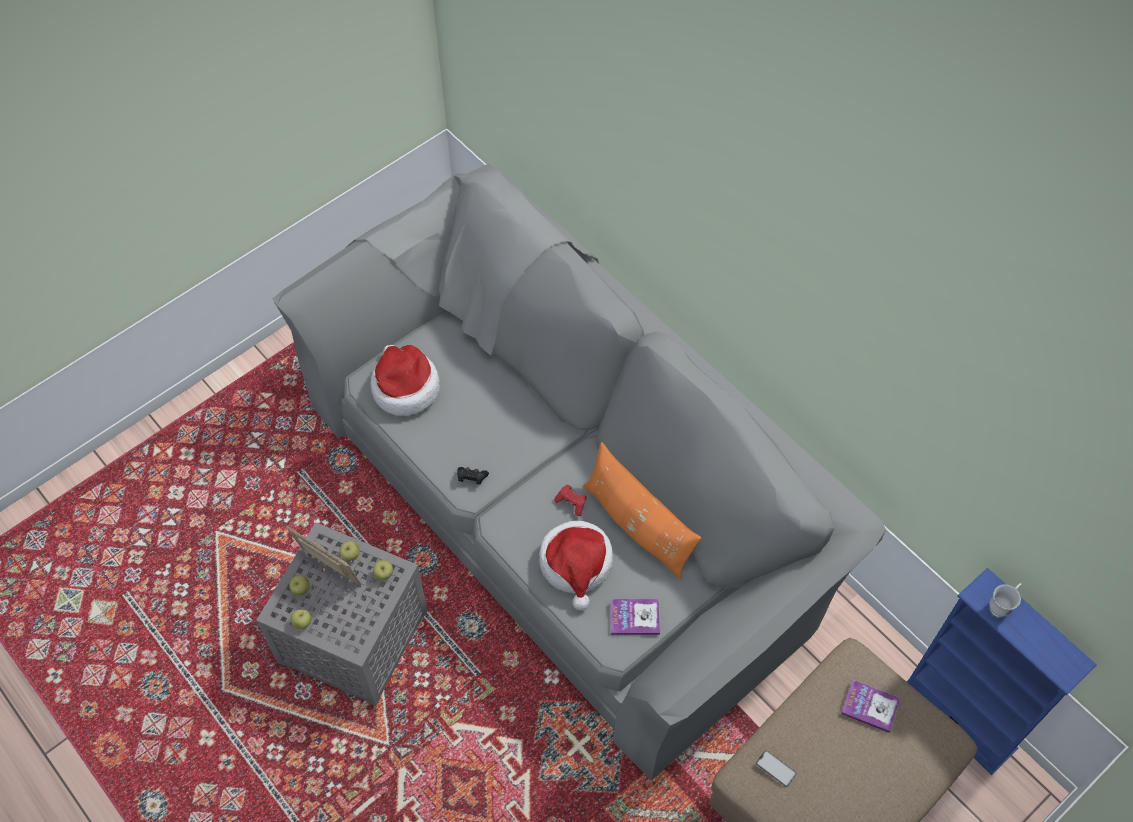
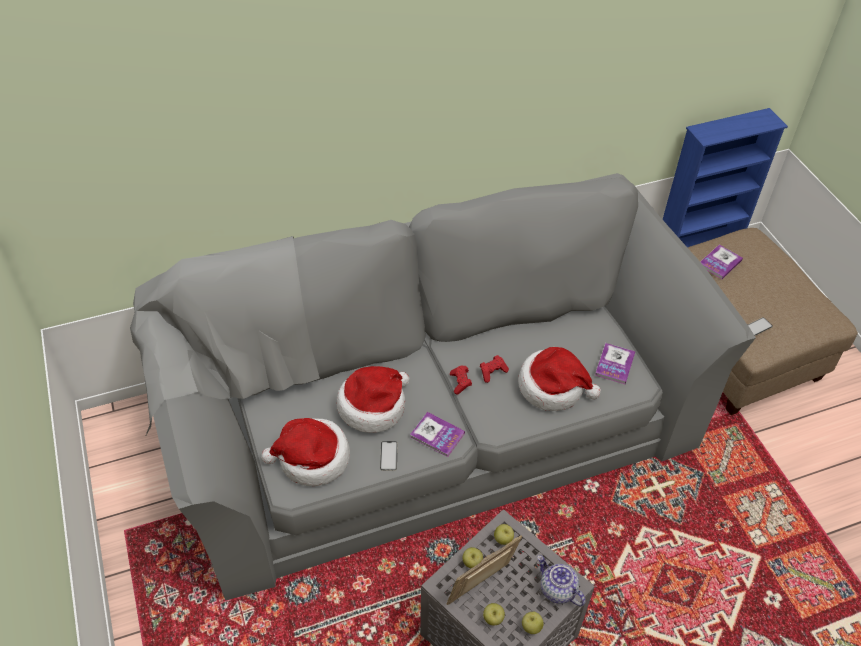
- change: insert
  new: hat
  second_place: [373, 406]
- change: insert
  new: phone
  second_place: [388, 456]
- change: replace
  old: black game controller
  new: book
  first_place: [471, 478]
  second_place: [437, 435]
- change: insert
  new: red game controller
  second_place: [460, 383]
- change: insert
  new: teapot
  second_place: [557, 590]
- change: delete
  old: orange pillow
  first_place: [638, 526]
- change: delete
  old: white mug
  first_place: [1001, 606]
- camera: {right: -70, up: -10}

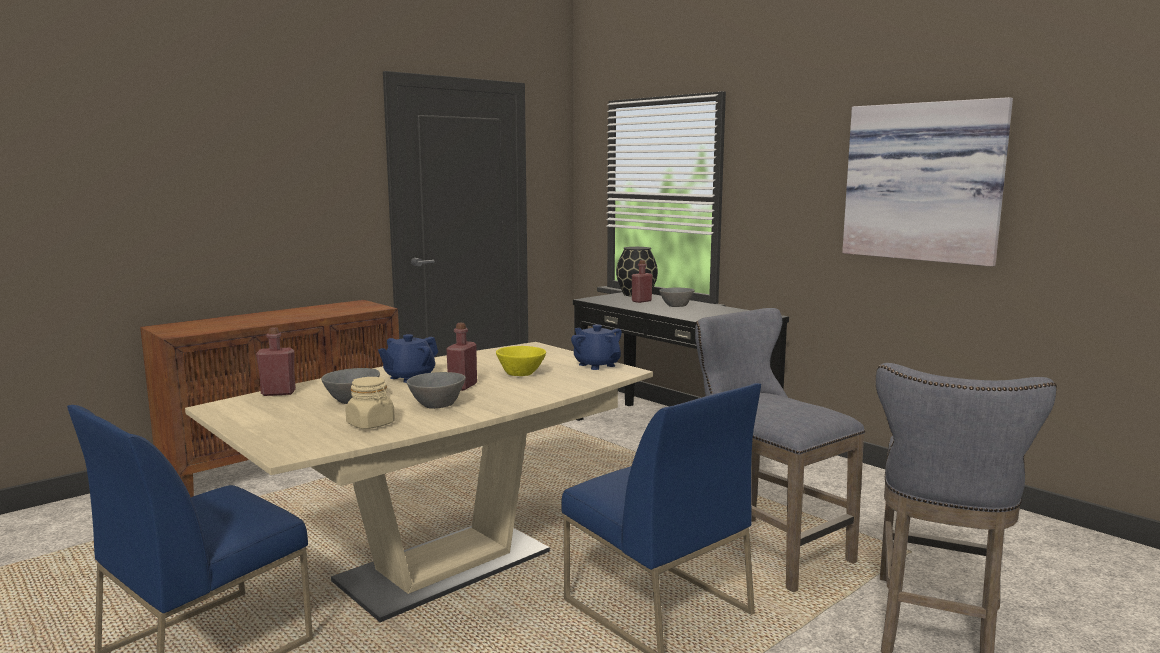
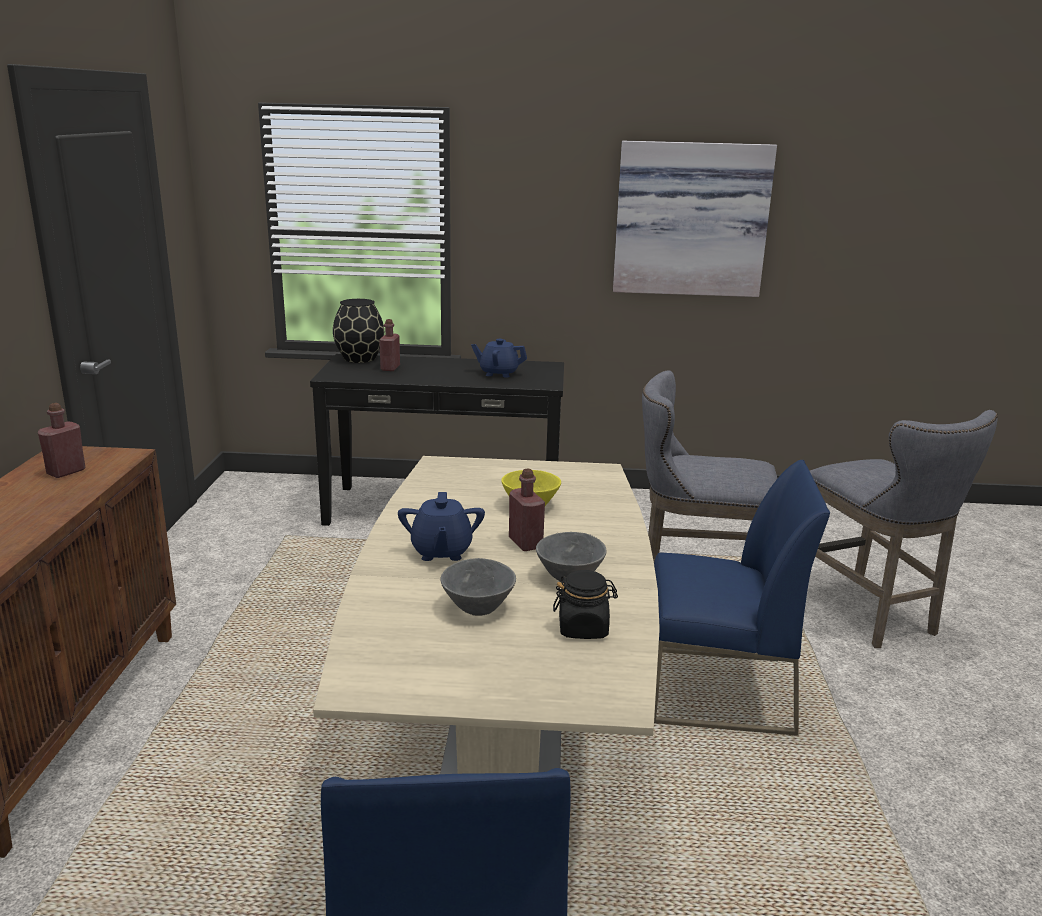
- change: move
  old: red bottle
  first_place: [278, 393]
  second_place: [66, 472]
- change: move
  old: blue teapot
  first_place: [596, 365]
  second_place: [498, 373]
- change: recolor
  old: beige jar
  new: black jar
  first_place: [371, 424]
  second_place: [583, 628]
- change: delete
  old: grey bowl
  first_place: [676, 305]
- camera: {right: -45, up: 10}

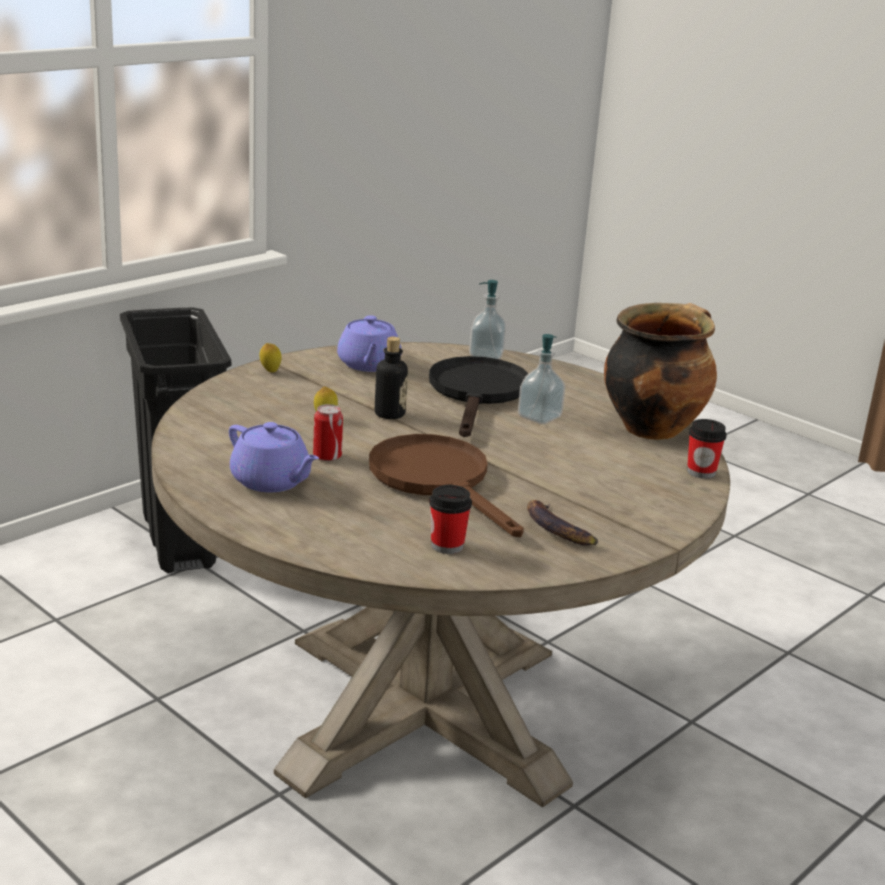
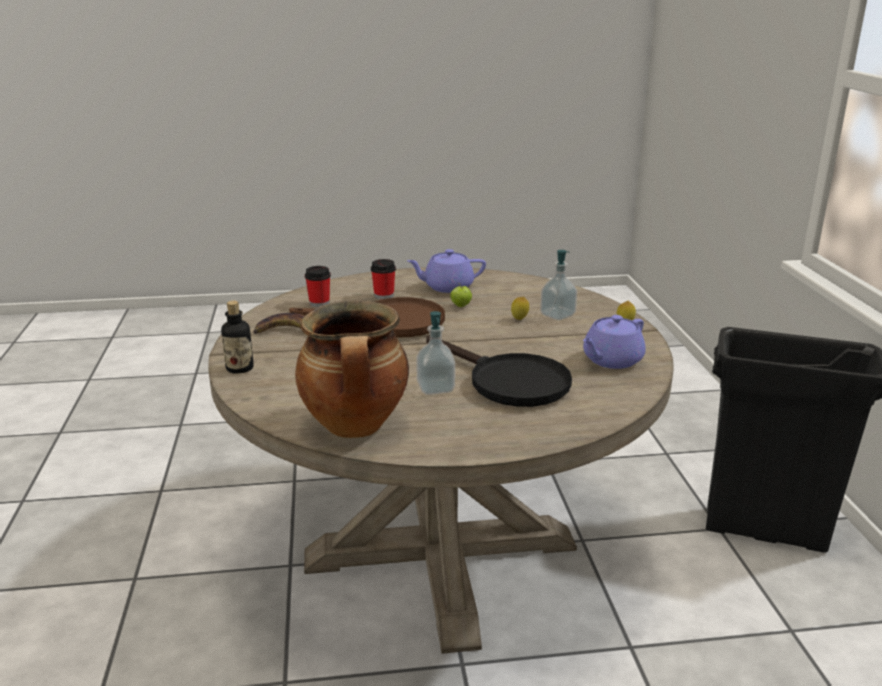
- change: move
  old: bottle
  first_place: [389, 414]
  second_place: [239, 368]
- change: move
  old: cup
  first_place: [701, 472]
  second_place: [384, 295]
- change: replace
  old: can
  new: apple
  first_place: [327, 456]
  second_place: [461, 306]
- change: move
  old: soap dispenser
  first_place: [486, 355]
  second_place: [557, 315]
- change: rotate
  old: purple teapot
  first_place: [368, 365]
  second_place: [611, 360]
  degrees: -75
- camera: {right: 130, up: 0}

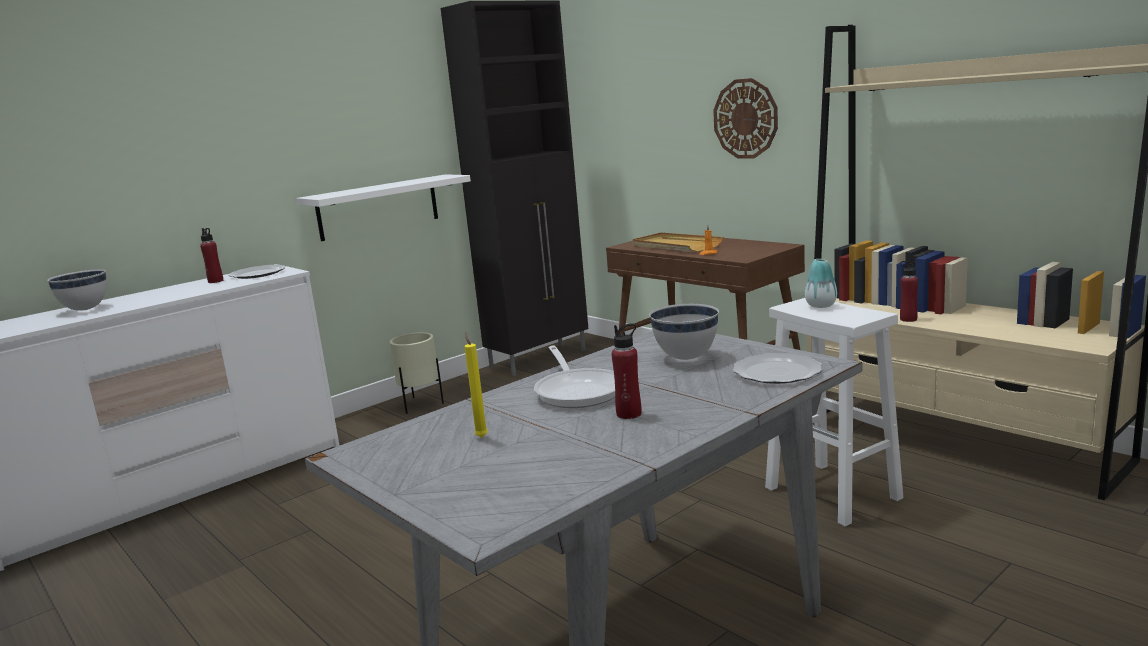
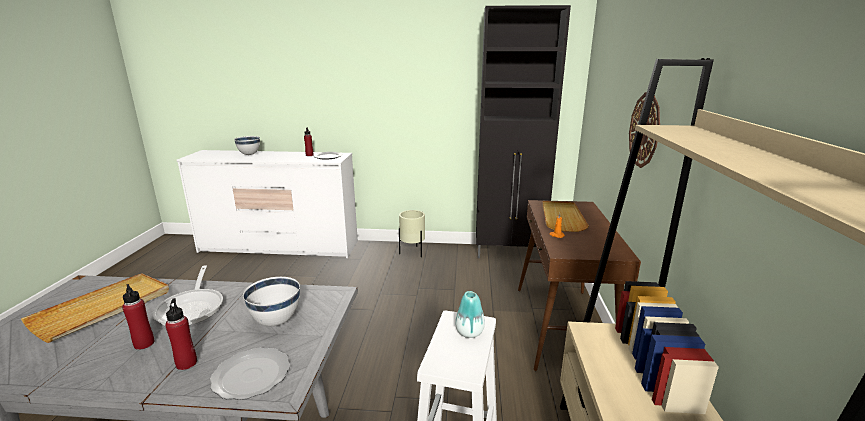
- change: replace
  old: yellow candle
  new: beige tray
  first_place: [481, 436]
  second_place: [103, 309]
- change: rotate
  old: frying pan
  first_place: [578, 391]
  second_place: [192, 308]
  degrees: -45
- change: move
  old: red bottle
  first_place: [908, 319]
  second_place: [186, 363]
- change: delete
  old: white shelf
  first_place: [378, 207]
- camera: {right: 45, up: 5}

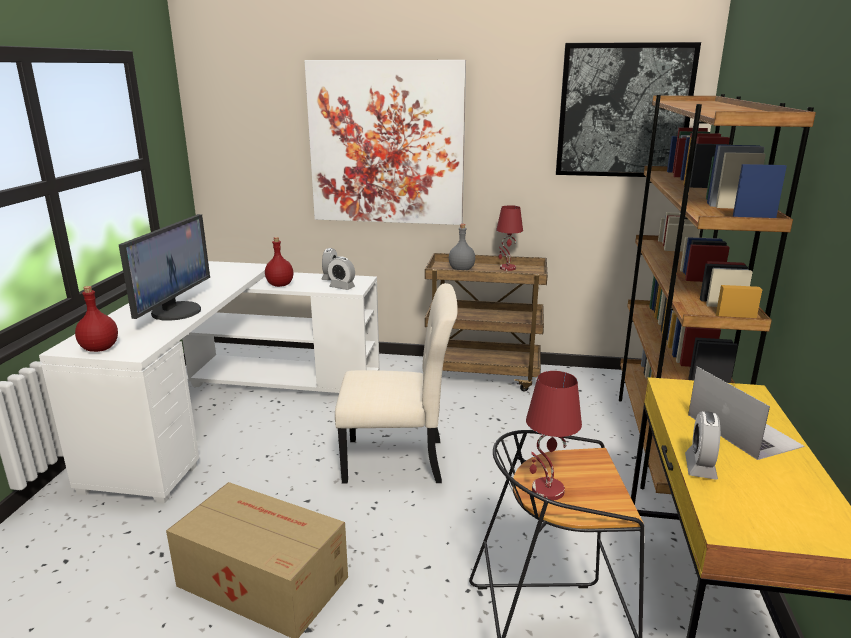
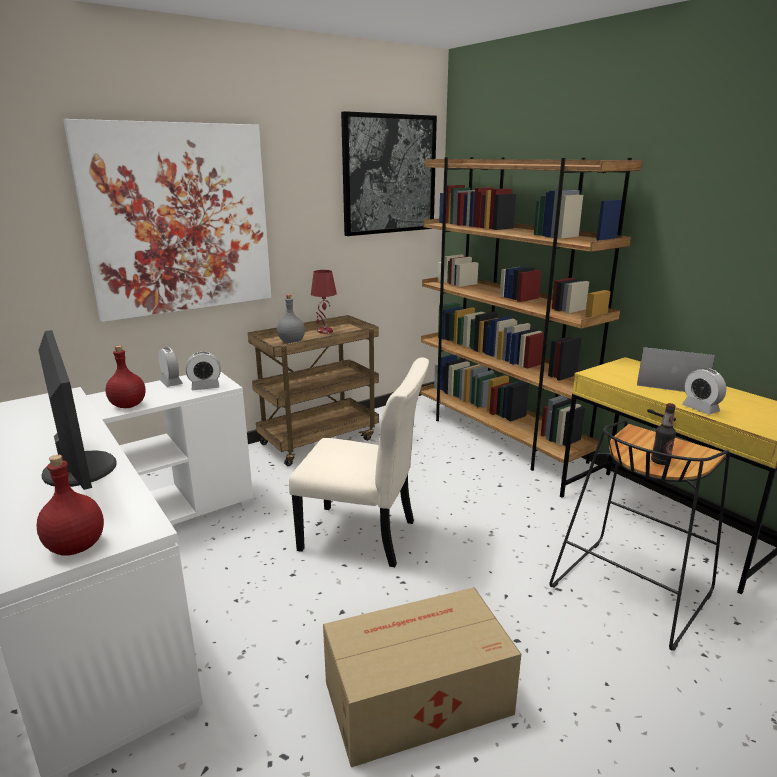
- change: rotate
  old: beige chair
  first_place: [399, 461]
  second_place: [362, 536]
  degrees: 60
- change: replace
  old: red table lamp
  new: bottle
  first_place: [547, 490]
  second_place: [660, 461]
- camera: {right: -45, up: 0}

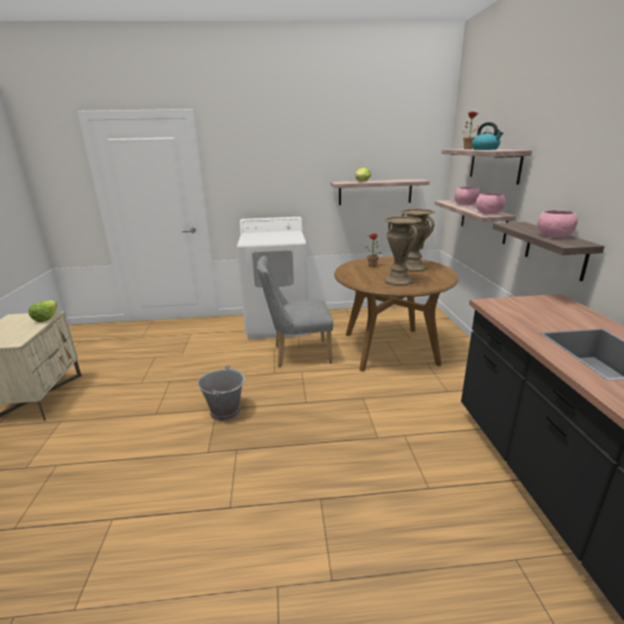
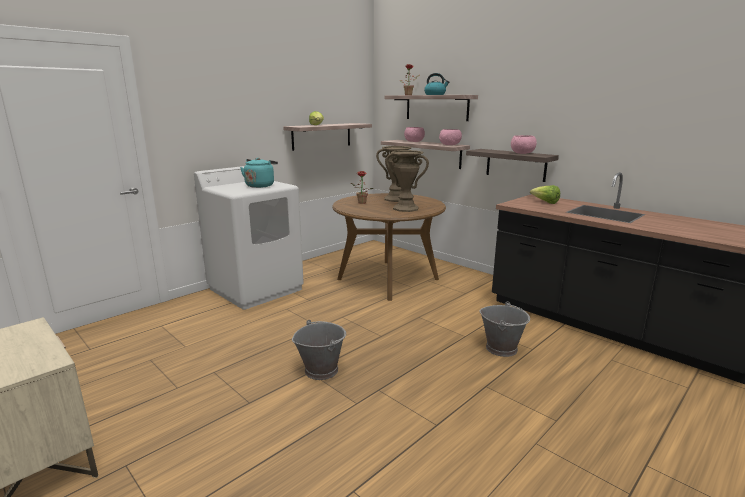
- change: insert
  new: turquoise kettle
  second_place: [260, 185]
- change: insert
  new: grey bucket
  second_place: [501, 348]
- change: move
  old: lettuce
  first_place: [47, 318]
  second_place: [545, 202]
- change: delete
  old: grey chair
  first_place: [297, 354]
- camera: {right: -40, up: -5}

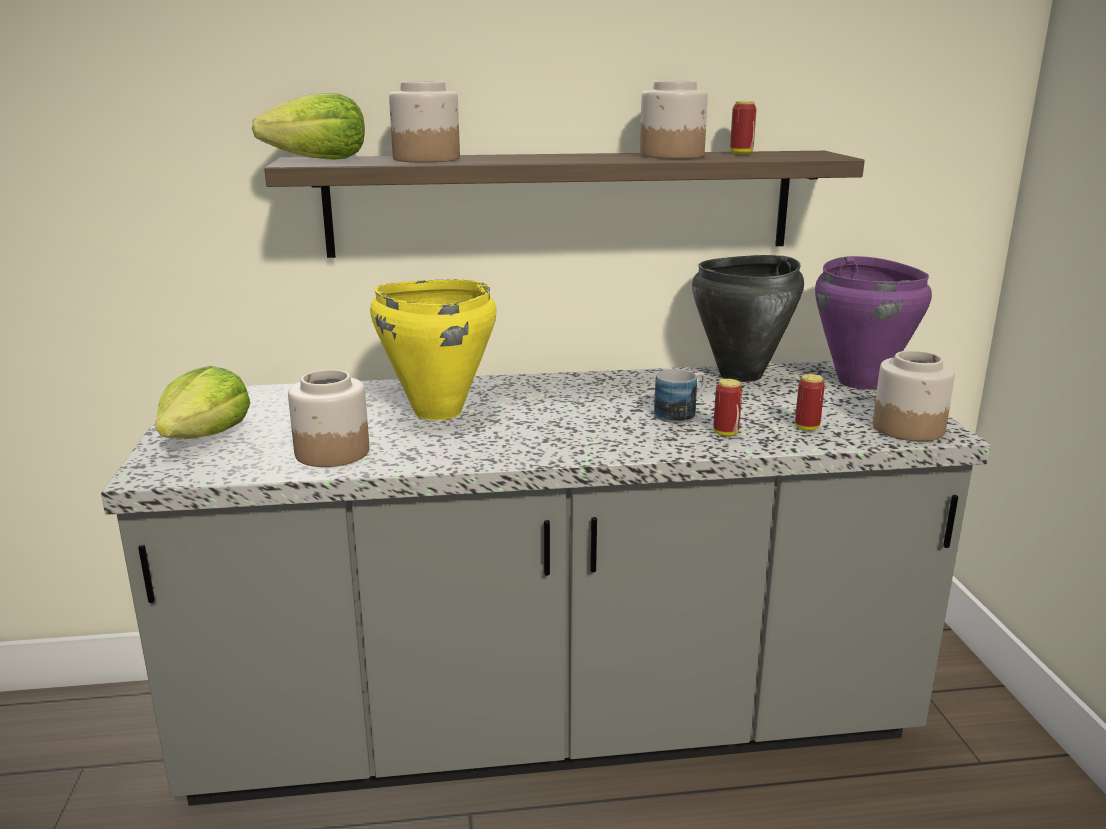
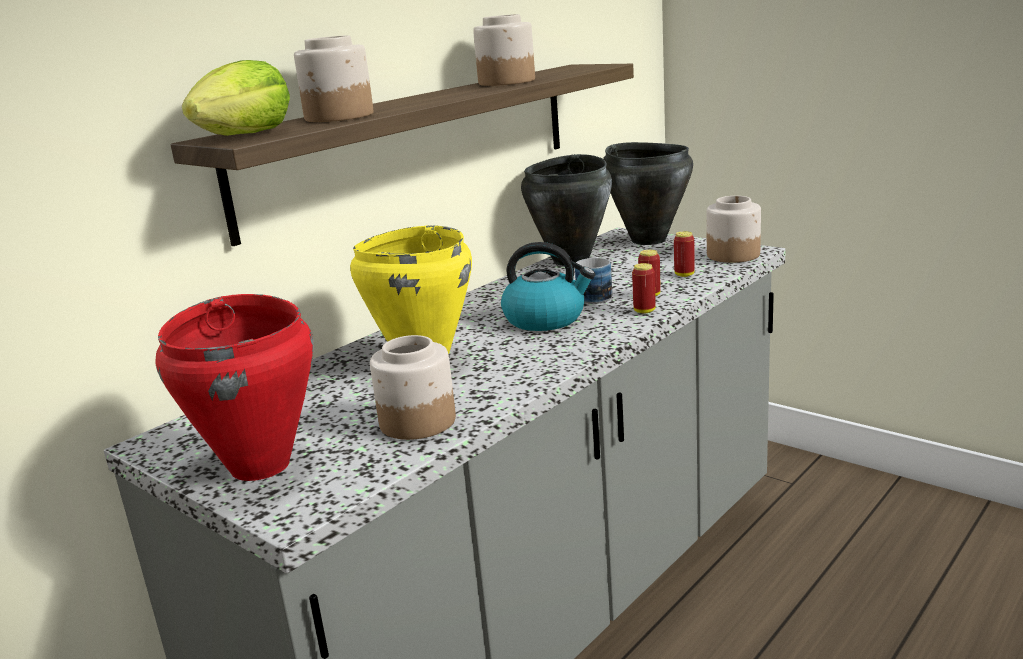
- change: replace
  old: lettuce
  new: red cooking pot
  first_place: [206, 436]
  second_place: [261, 465]
- change: insert
  new: kettle
  second_place: [546, 319]
- change: recolor
  old: purple cooking pot
  new: black cooking pot
  first_place: [861, 382]
  second_place: [648, 240]
- change: move
  old: can
  first_place: [741, 153]
  second_place: [644, 311]
- camera: {right: -40, up: 0}

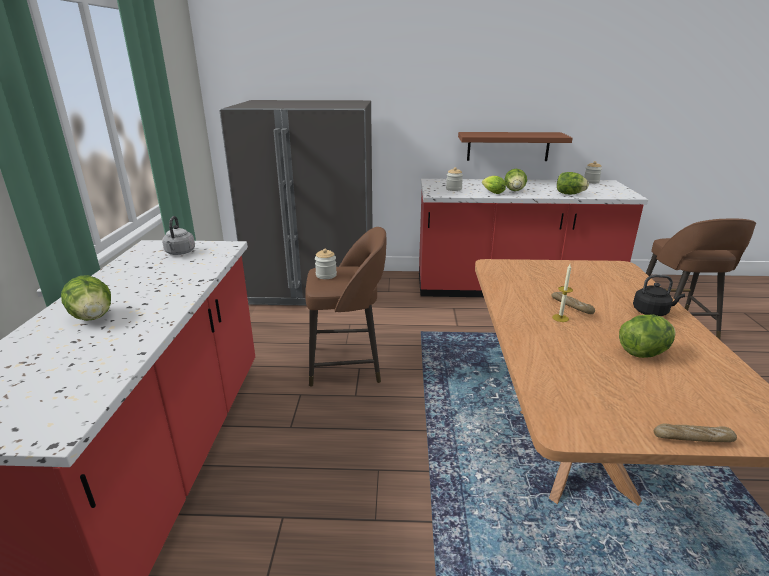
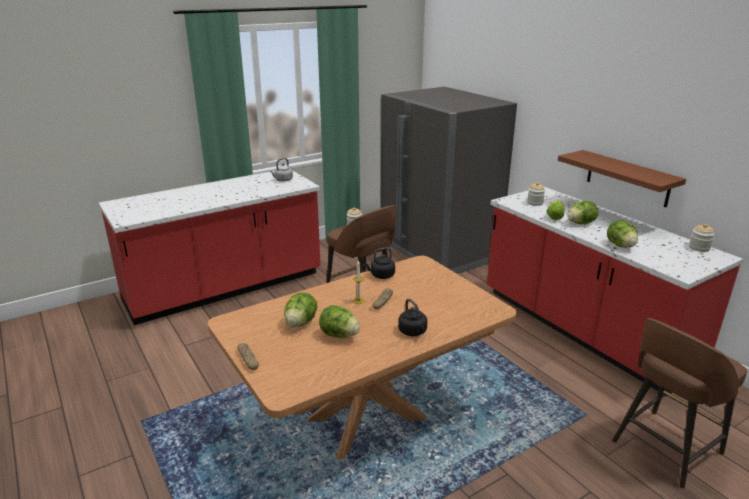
- change: move
  old: lettuce
  first_place: [93, 317]
  second_place: [300, 323]
- change: insert
  new: black kettle
  second_place: [381, 275]
- camera: {right: 55, up: 0}

